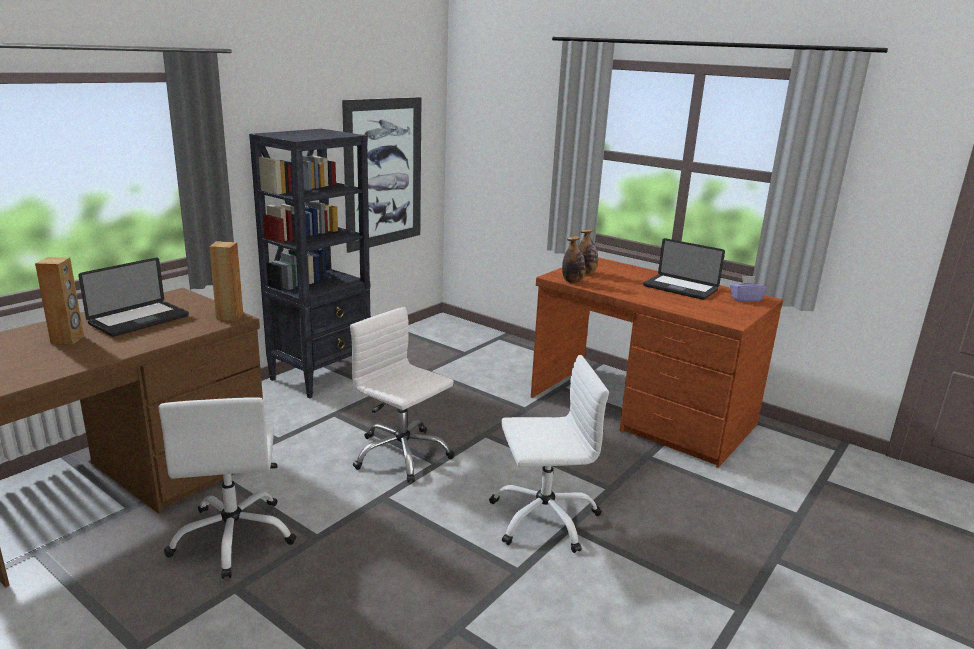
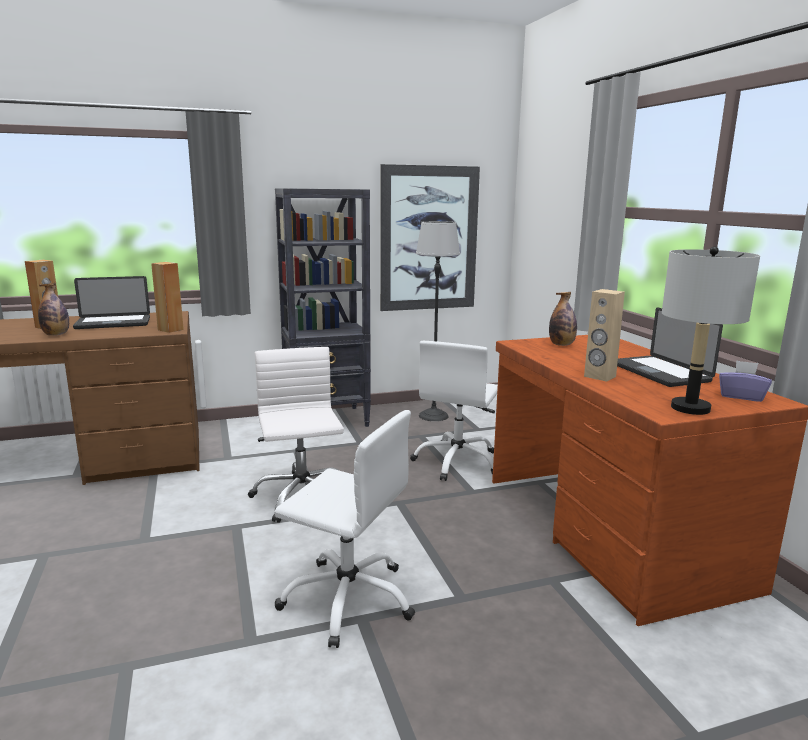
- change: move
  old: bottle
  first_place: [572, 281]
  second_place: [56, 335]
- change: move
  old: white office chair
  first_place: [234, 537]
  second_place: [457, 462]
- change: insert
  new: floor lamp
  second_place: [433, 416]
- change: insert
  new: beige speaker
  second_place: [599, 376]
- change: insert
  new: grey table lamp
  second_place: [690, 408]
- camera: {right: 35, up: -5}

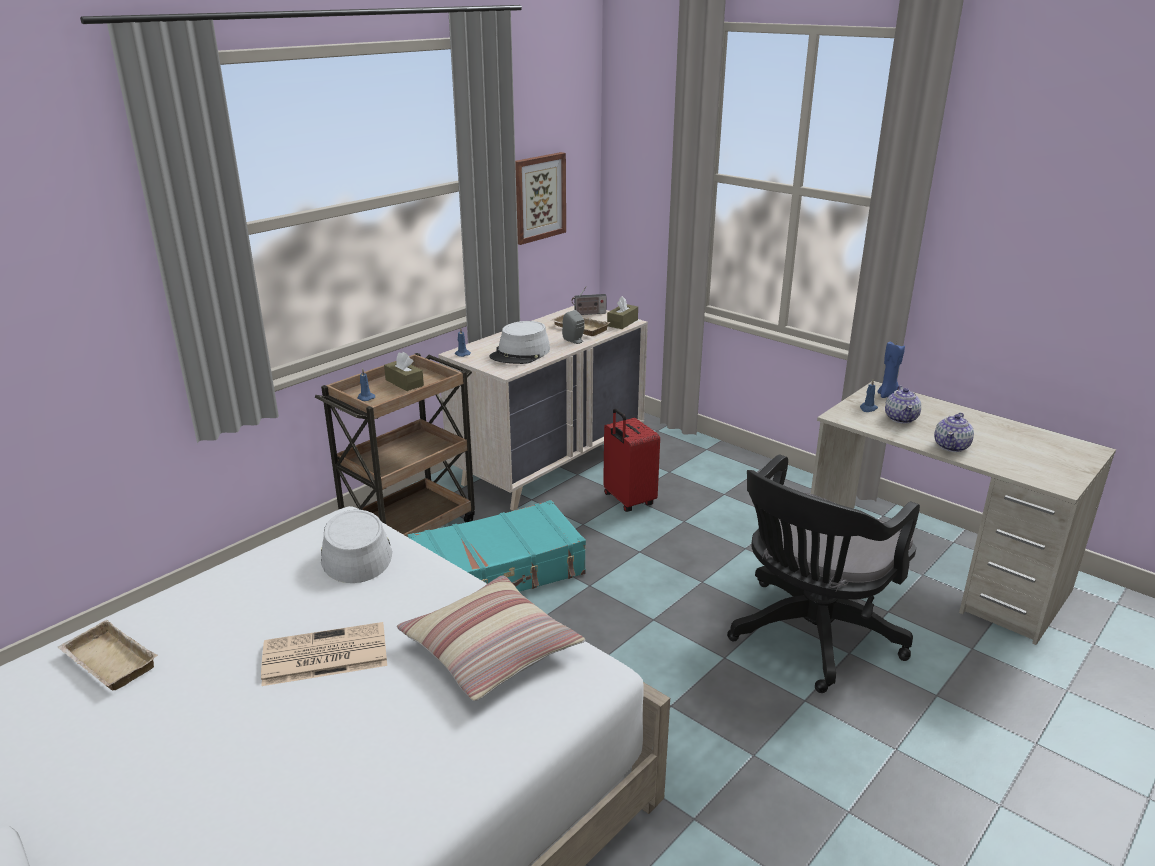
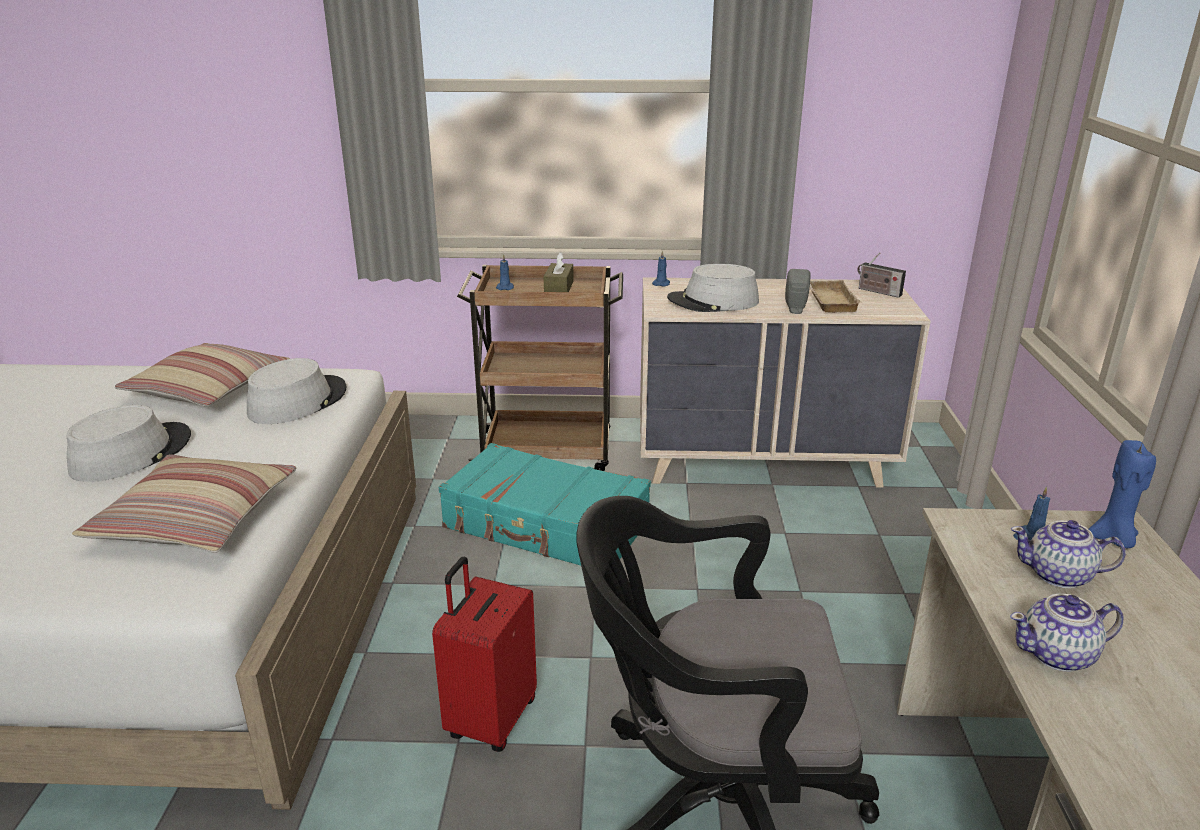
- change: replace
  old: newspaper
  new: grey hat
  first_place: [323, 656]
  second_place: [131, 453]
- change: insert
  new: pillow
  second_place: [209, 389]
- change: move
  old: red suitcase
  first_place: [627, 500]
  second_place: [490, 719]
- change: rotate
  old: teapot
  first_place: [901, 418]
  second_place: [1059, 575]
  degrees: 45
- change: delete
  old: beige tray
  first_place: [106, 663]
- change: delete
  old: picture
  first_place: [538, 197]
- change: delete
  old: brown tissue box
  first_place: [622, 323]
- camera: {right: 50, up: 0}

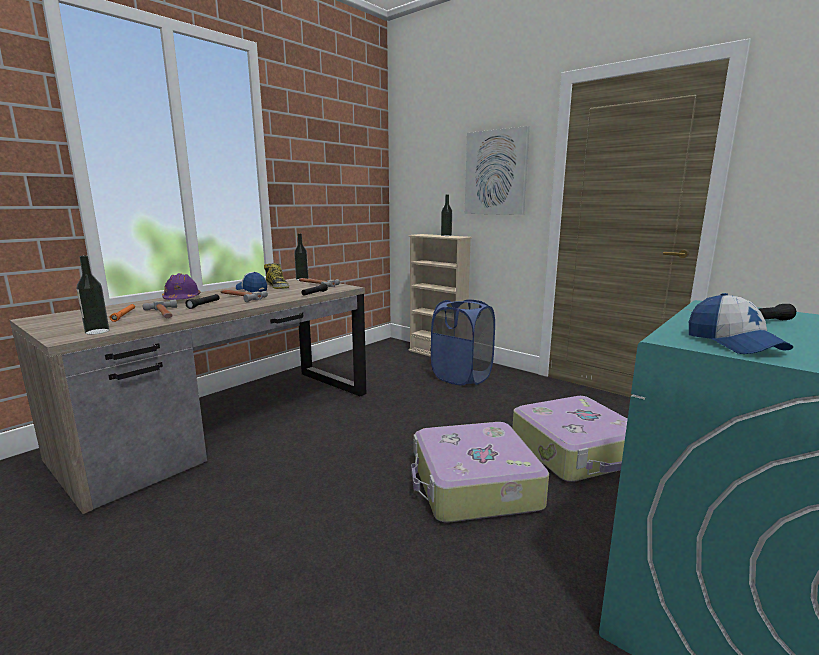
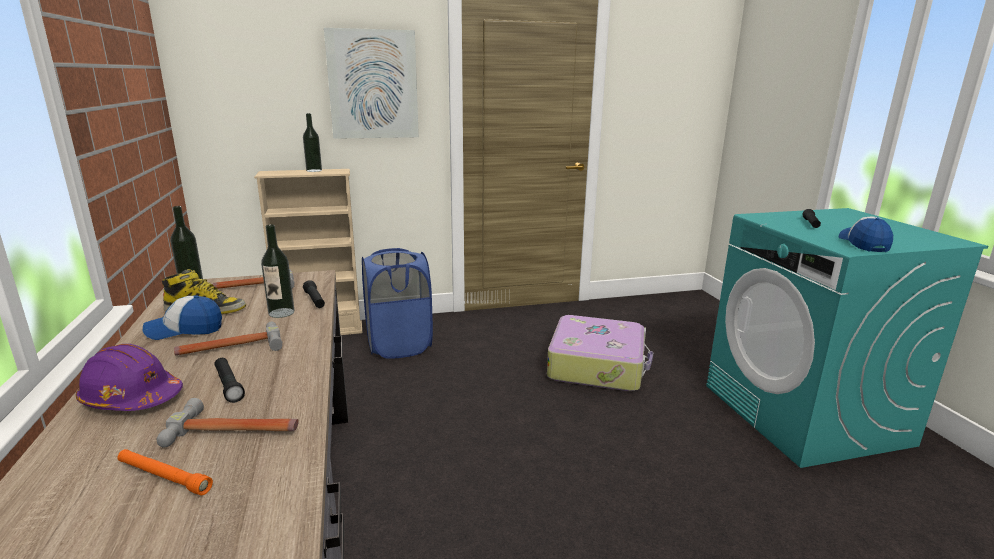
- change: move
  old: bottle
  first_place: [97, 331]
  second_place: [281, 313]
- change: rotate
  old: cap
  first_place: [733, 343]
  second_place: [863, 244]
  degrees: -105
- change: delete
  old: suitcase
  first_place: [473, 486]
- camera: {right: -55, up: 5}

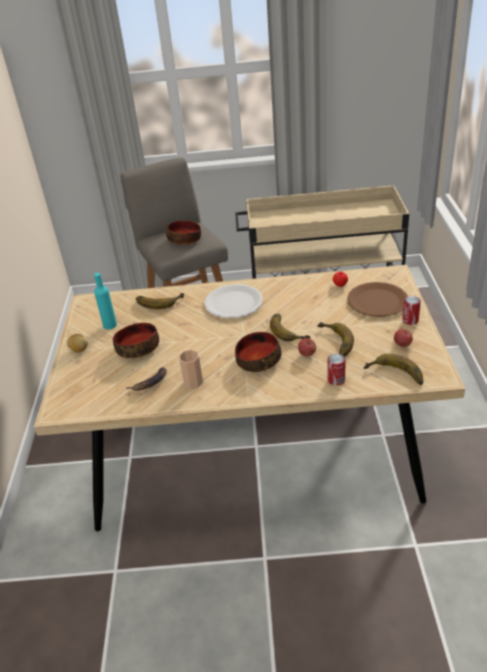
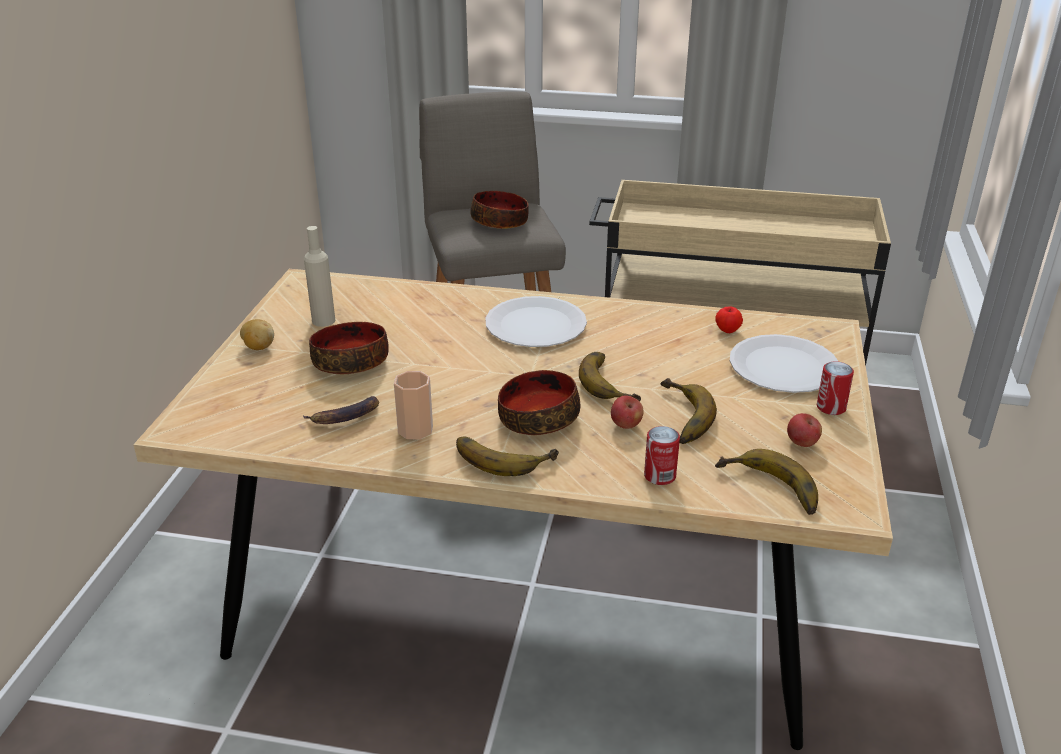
- change: recolor
  old: turquoise bottle
  new: beige bottle
  first_place: [110, 325]
  second_place: [323, 320]
- change: move
  old: banana
  first_place: [159, 301]
  second_place: [503, 455]
- change: recolor
  old: brown plate
  new: white plate
  first_place: [377, 301]
  second_place: [784, 367]
- camera: {right: 10, up: -5}

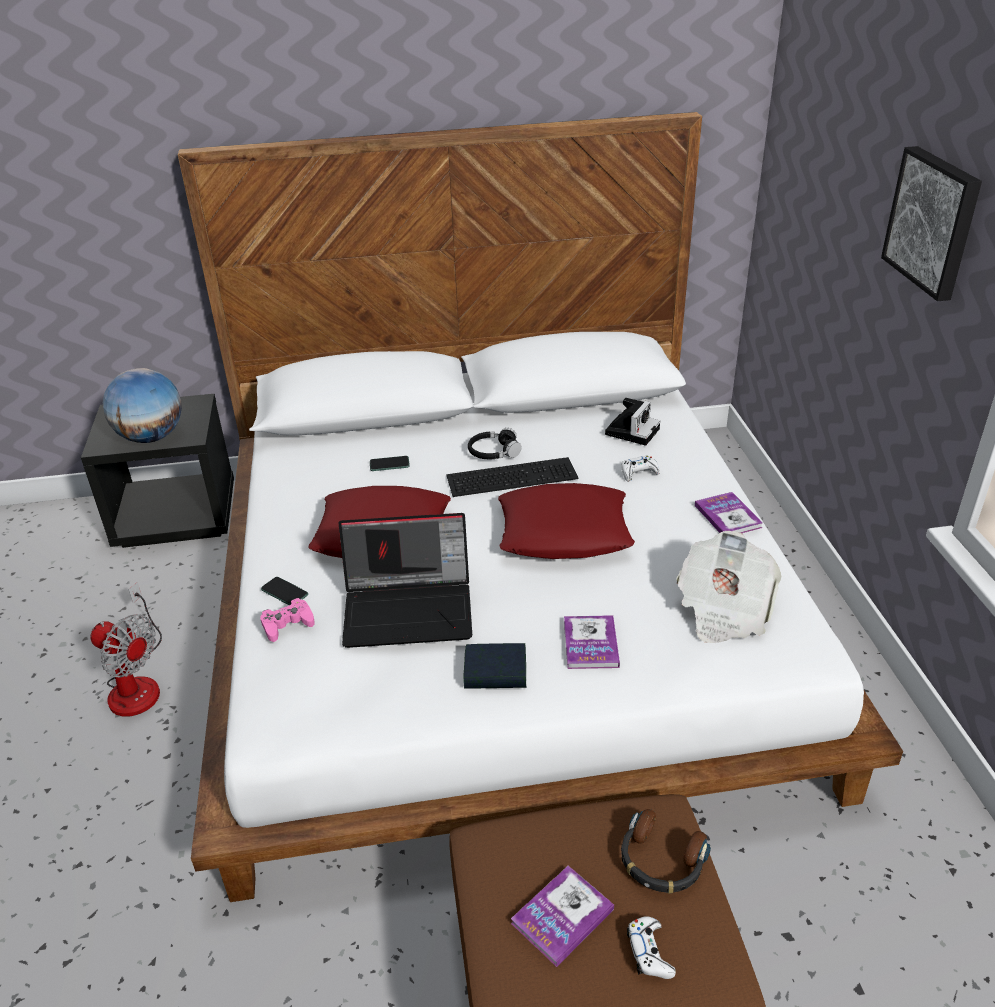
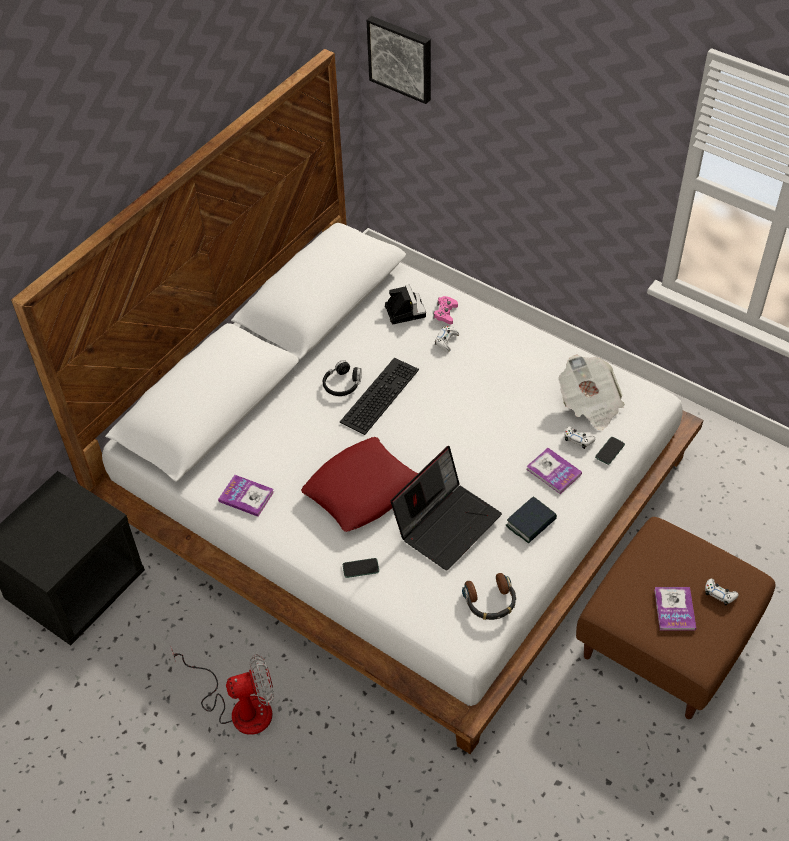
- change: move
  old: book
  first_place: [727, 516]
  second_place: [246, 496]
- change: move
  old: picture
  first_place: [934, 222]
  second_place: [401, 58]
- change: move
  old: pink game controller
  first_place: [287, 624]
  second_place: [445, 313]
- change: move
  old: headphones
  first_place: [661, 861]
  second_place: [490, 601]
- change: insert
  new: white game controller
  second_place: [578, 439]
- change: move
  old: phone
  first_place: [389, 464]
  second_place: [610, 451]
- change: delete
  old: globe
  first_place: [151, 437]
- change: delete
  old: red pillow
  first_place: [564, 532]
- camera: {right: -45, up: 15}

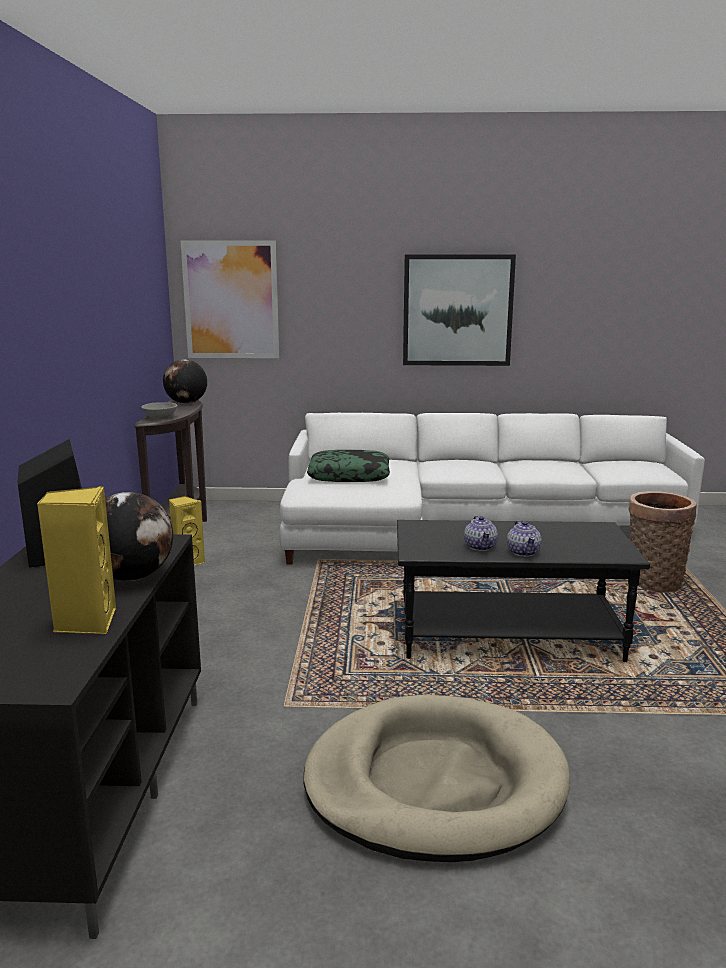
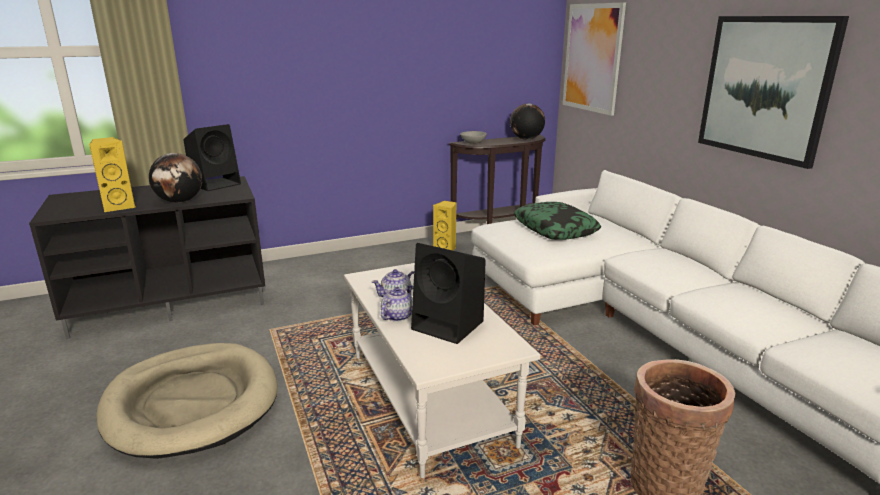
- change: recolor
  old: black coffee table
  new: white coffee table
  first_place: [509, 636]
  second_place: [431, 398]
- change: rotate
  old: teapot
  first_place: [523, 552]
  second_place: [397, 316]
  degrees: 150
- change: insert
  new: black speaker
  second_place: [449, 325]
- camera: {right: 65, up: 5}

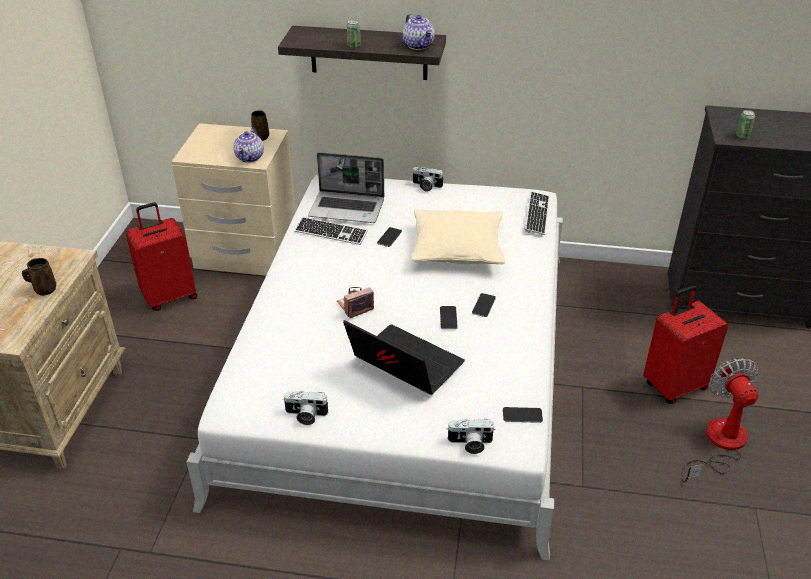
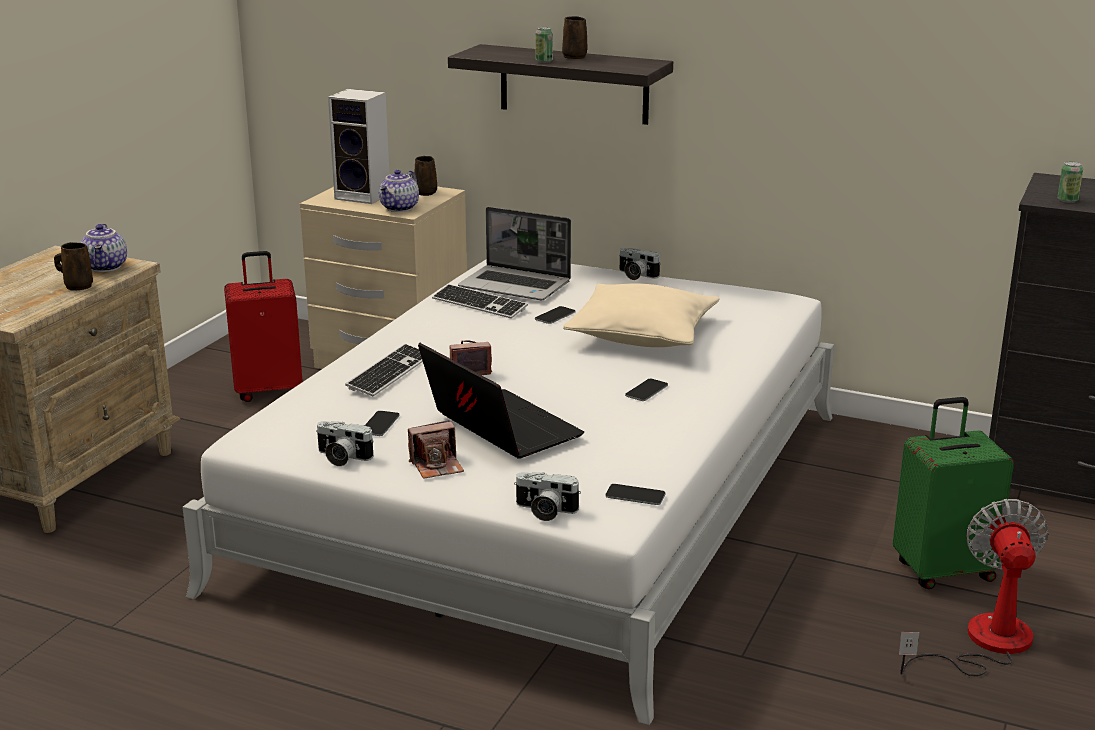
- change: move
  old: teapot
  first_place: [419, 45]
  second_place: [106, 267]
- change: insert
  new: speaker
  second_place: [365, 196]
- change: move
  old: keyboard
  first_place: [537, 214]
  second_place: [389, 373]
- change: move
  old: phone
  first_place: [448, 318]
  second_place: [380, 424]
- change: insert
  new: photo camera
  second_place: [437, 466]
- change: insert
  new: brown mug
  second_place: [573, 56]
- change: recolor
  old: red suitcase
  new: green suitcase
  first_place: [674, 385]
  second_place: [942, 570]
- camera: {right: 15, up: -15}

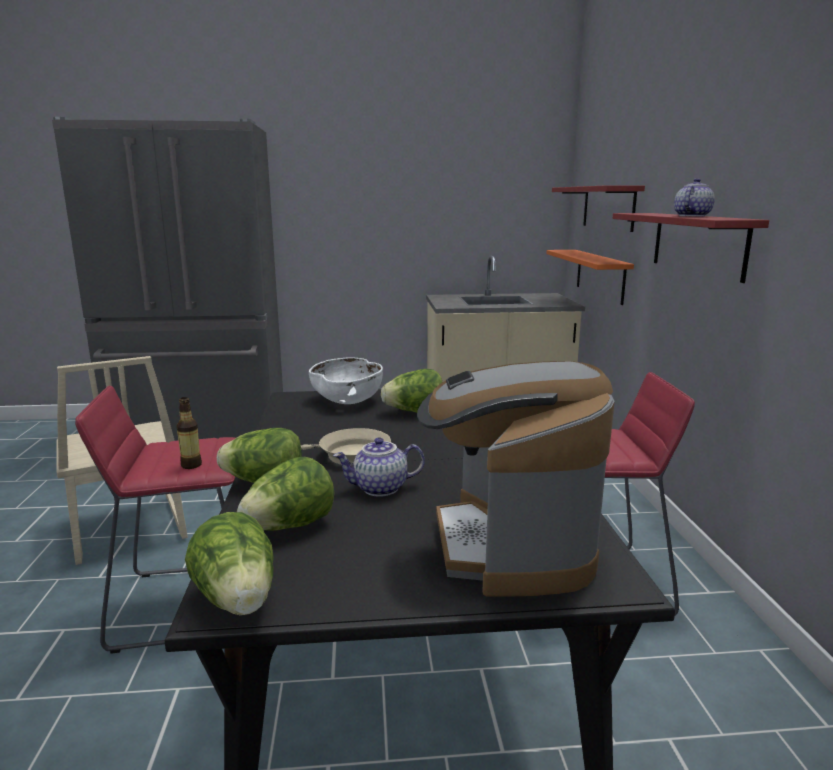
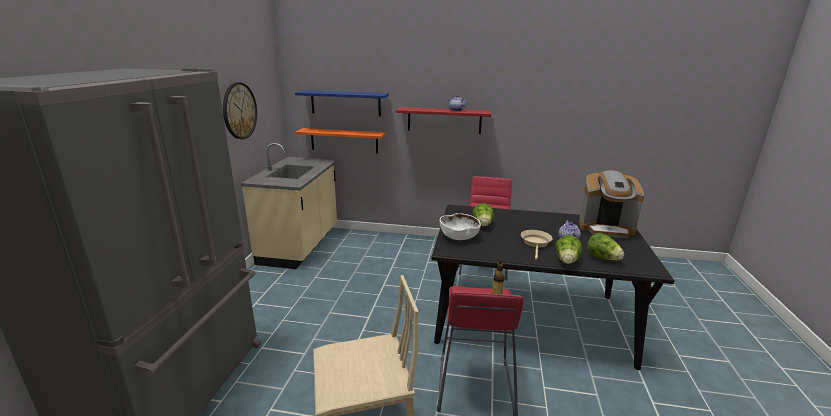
- change: insert
  new: wall clock
  second_place: [239, 111]
- change: recolor
  old: red shelf
  new: blue shelf
  first_place: [608, 207]
  second_place: [345, 103]
- change: delete
  old: lettuce
  first_place: [238, 600]
- camera: {right: -75, up: 5}

